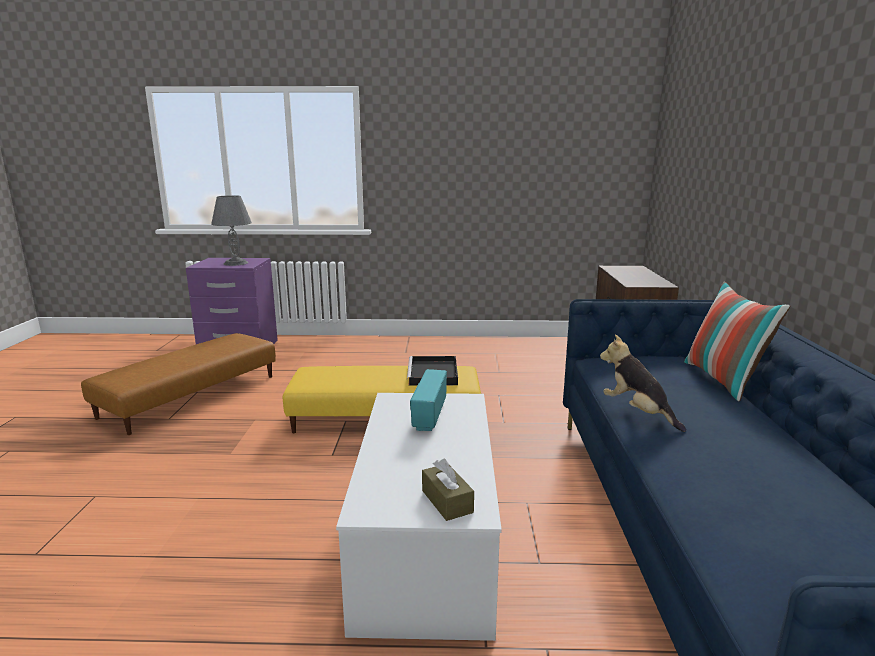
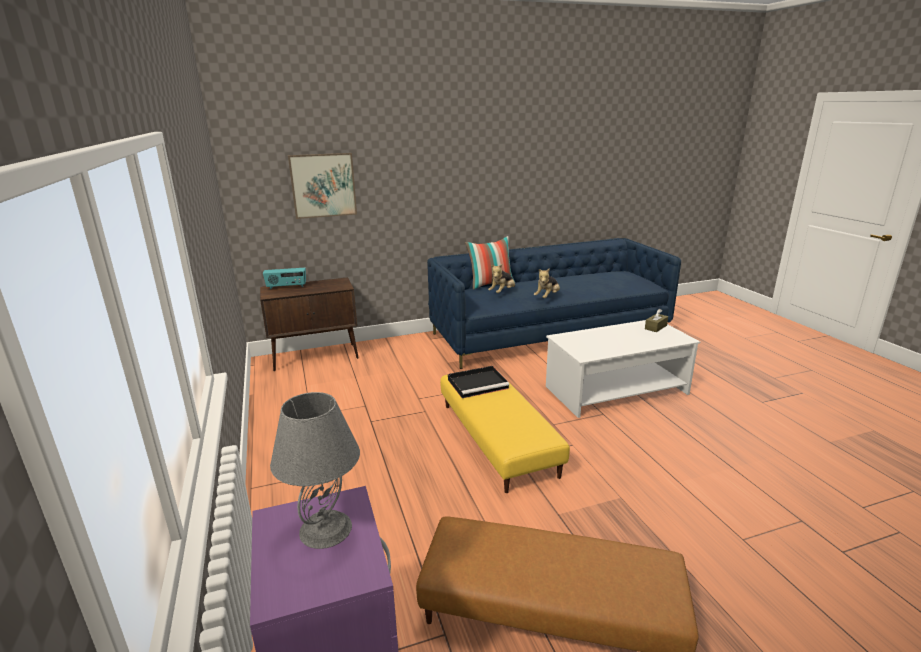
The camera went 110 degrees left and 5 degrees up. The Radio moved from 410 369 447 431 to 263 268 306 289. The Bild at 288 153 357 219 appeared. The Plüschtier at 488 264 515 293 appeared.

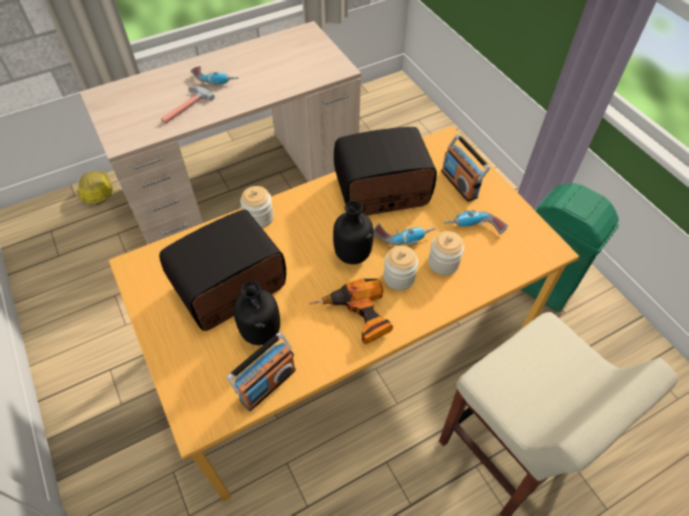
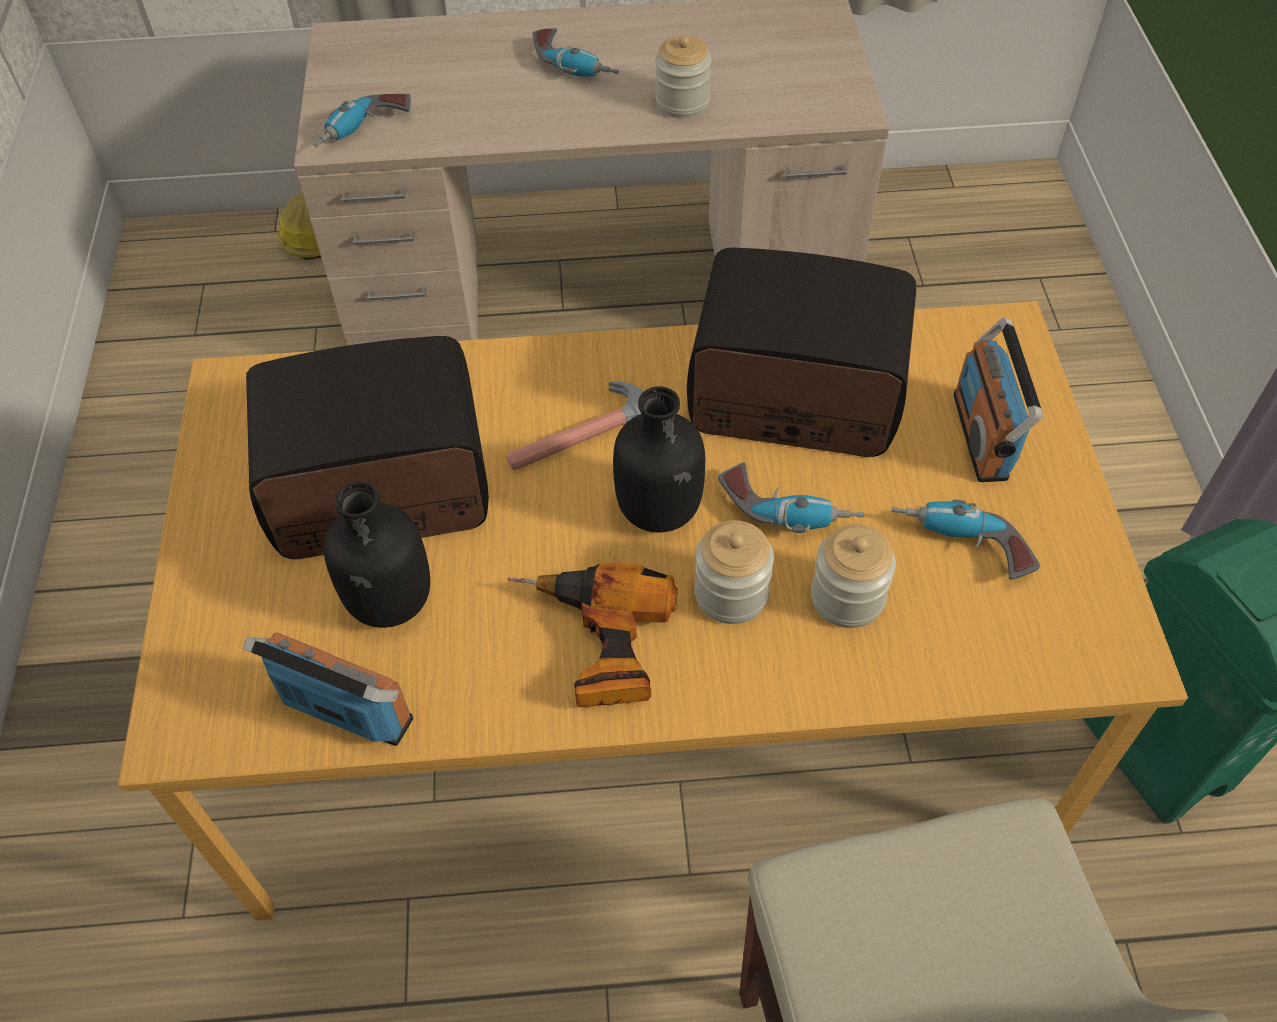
The camera went 25 degrees right and 0 degrees up. The Radio at 227 332 296 411 turned 135 degrees counterclockwise. The Bohrmaschine at 314 94 411 147 appeared. The Hammer moved from 161 86 215 124 to 507 381 644 470. The Vorratsglas moved from 240 186 274 228 to 655 35 711 118.

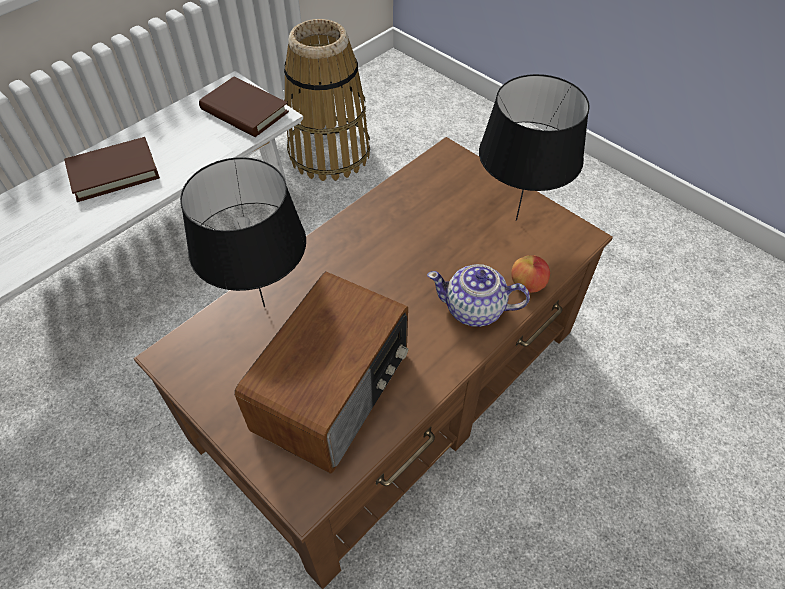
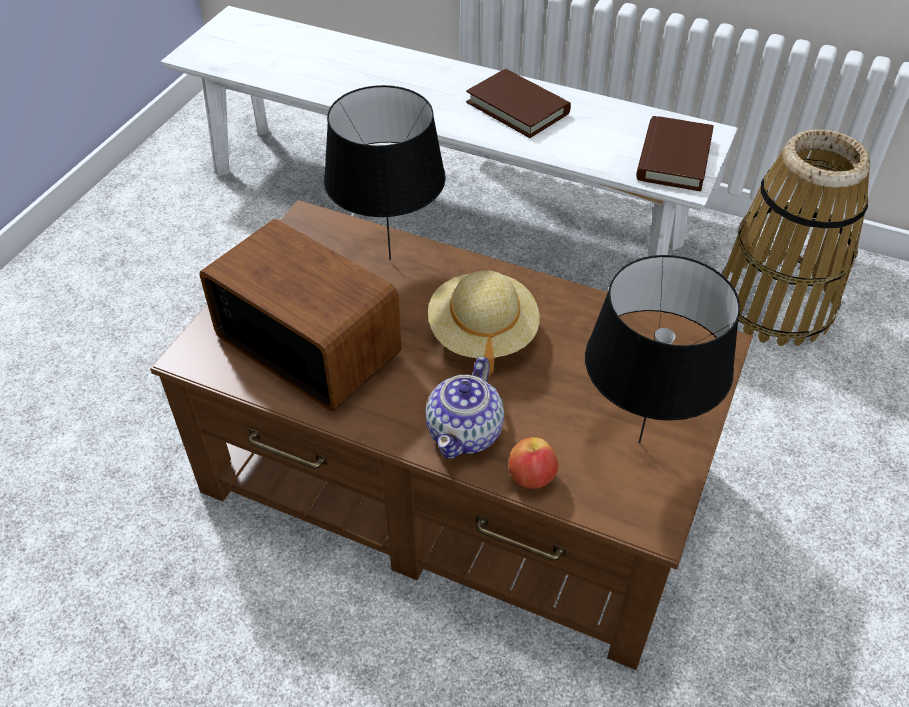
The camera went 70 degrees right and 5 degrees down. The Radio at 235 272 409 474 turned 150 degrees counterclockwise. The Teekanne at 427 264 530 327 turned 150 degrees counterclockwise. The Hut/beige at 428 270 540 376 appeared.

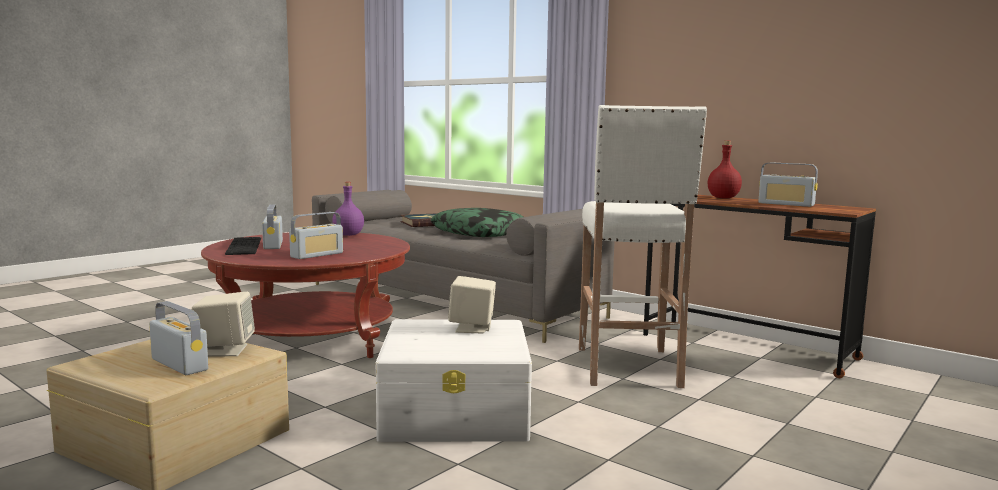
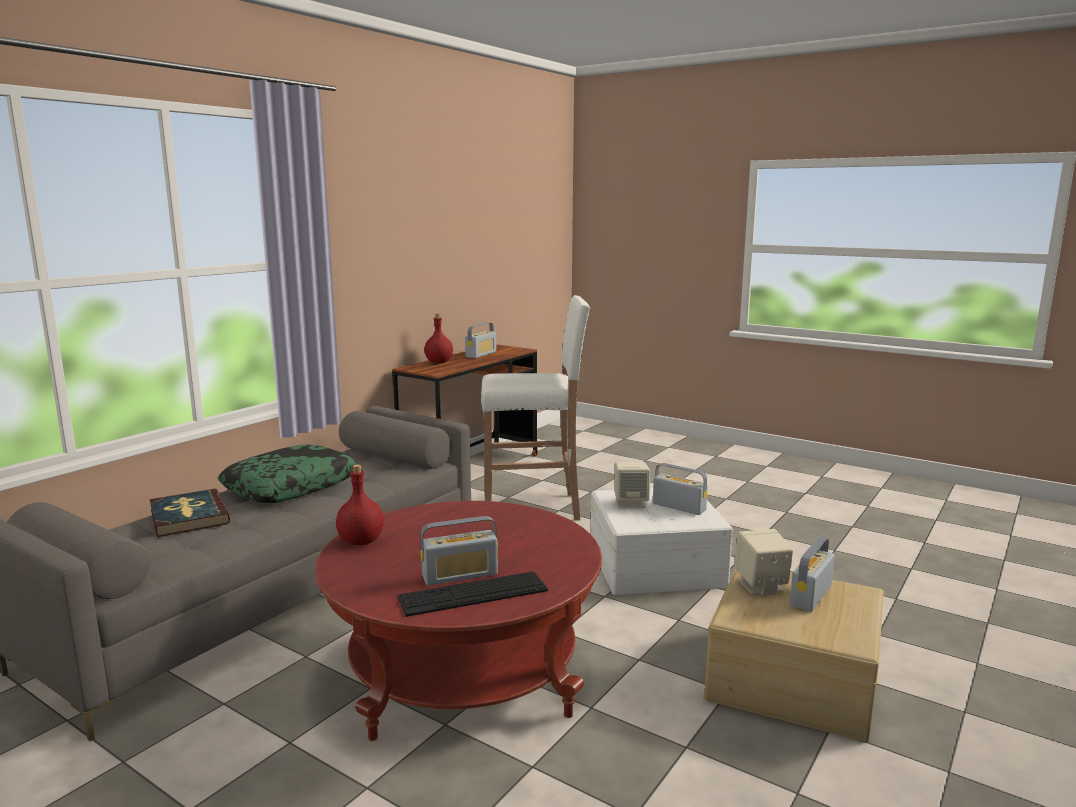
The camera went 95 degrees left and 5 degrees up. The Flasche/lila at 332 182 364 236 became the Flasche/rot at 336 464 384 545. The Radio moved from 289 212 343 259 to 653 463 708 515.

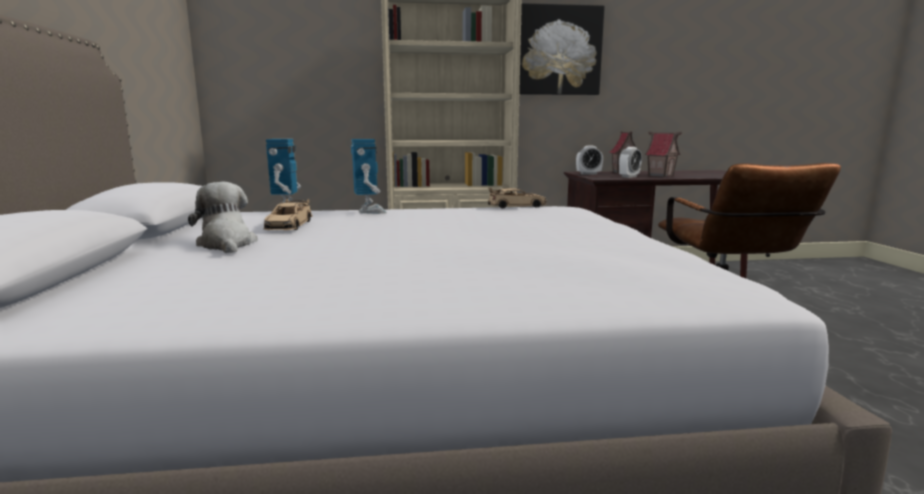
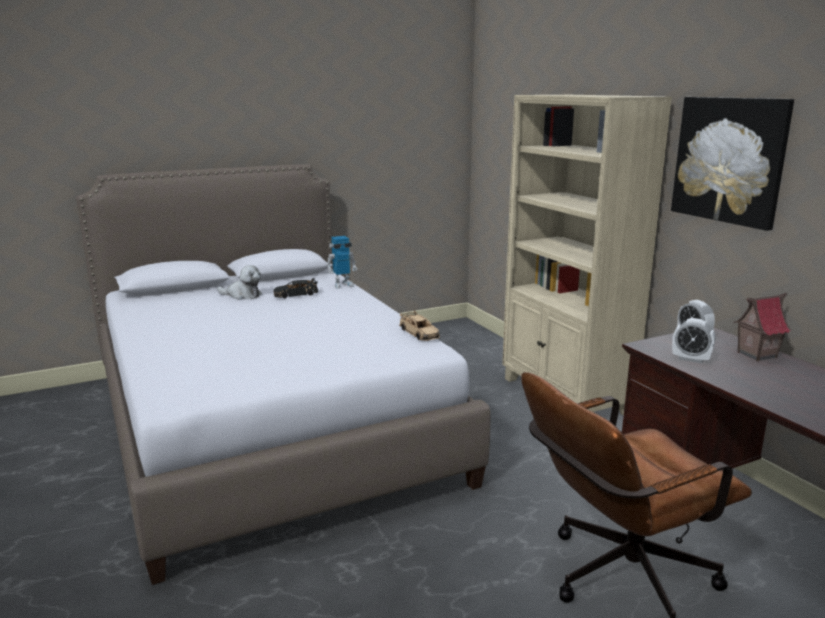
The camera went 70 degrees right and 5 degrees up. The Plüschtier at 188 182 258 253 turned 60 degrees clockwise. The Spielzeugauto/beige at 263 199 313 230 became the Spielzeugauto/schwarz at 274 278 318 298. The Spielzeugroboter at 351 139 387 214 disappeared. The Spielzeughaus at 645 131 682 177 disappeared.

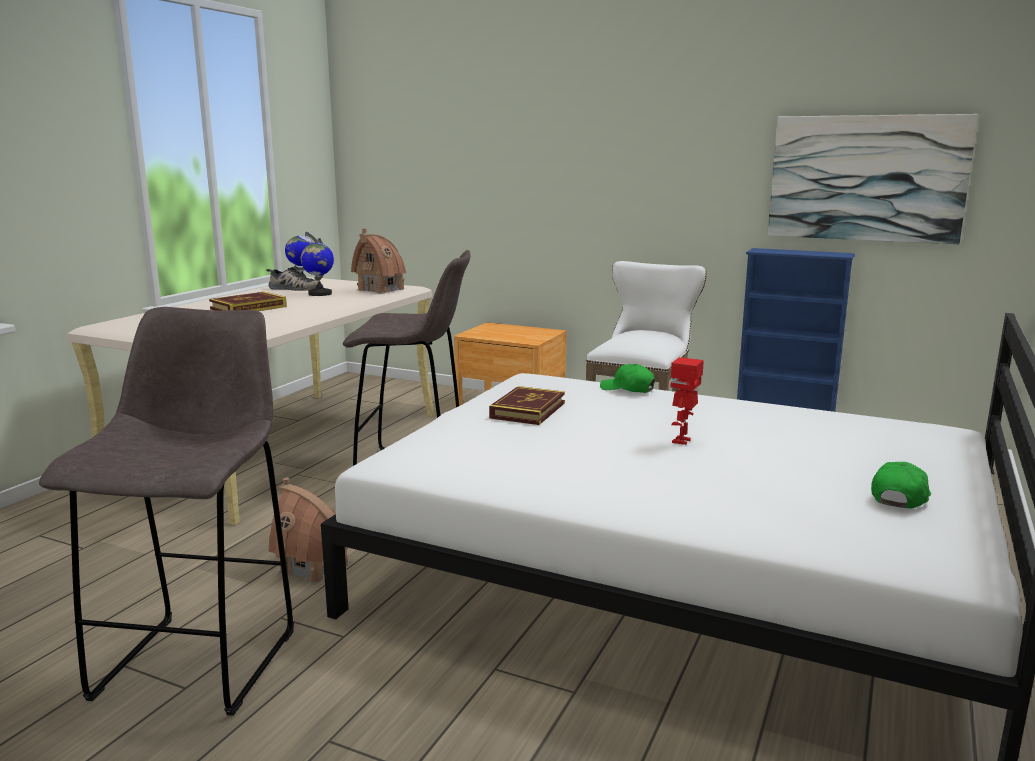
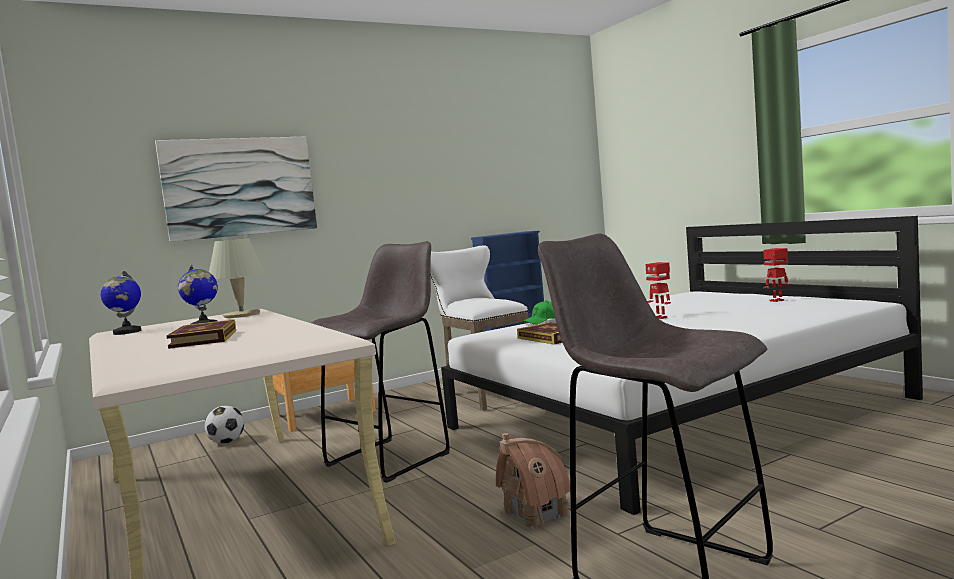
The camera went 55 degrees left and 10 degrees down. The Bild moved from 768 114 978 244 to 155 136 317 242. The Fußball at 204 406 244 444 appeared. The Spielzeughaus at 351 228 406 294 was replaced by the Tischlampe/beige at 209 238 265 318. The Kappe/grün at 871 462 931 509 was replaced by the Spielzeugroboter at 763 248 789 302. The Schuh at 266 267 319 291 disappeared.

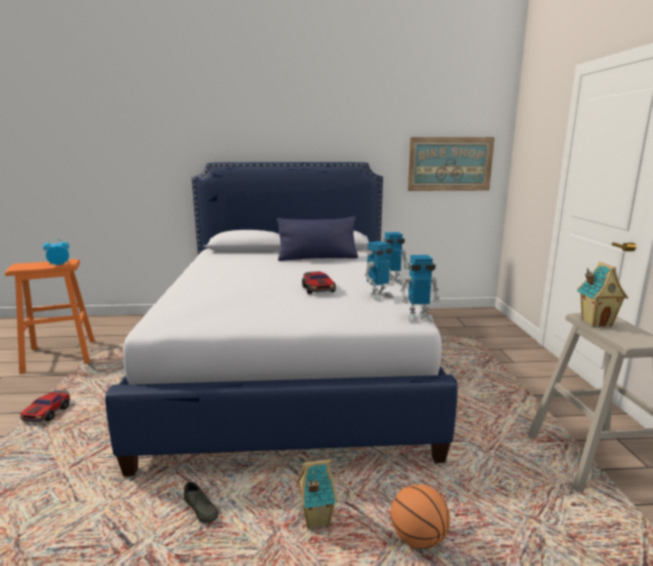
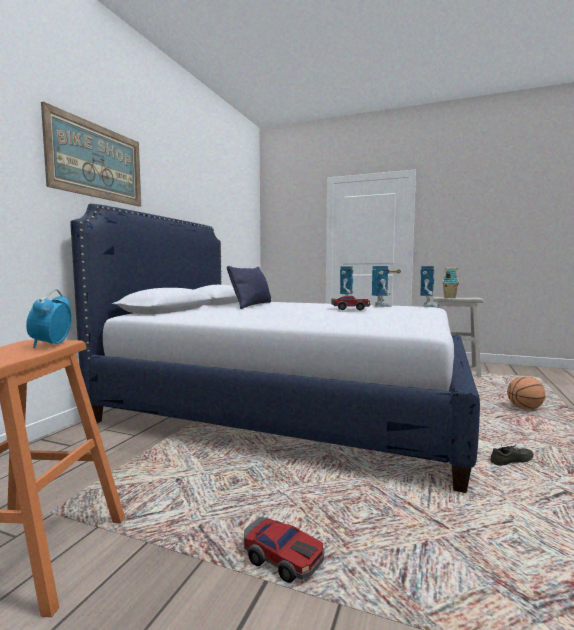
The camera went 65 degrees left and 10 degrees down. The Bild moved from 407 137 495 191 to 41 102 141 207. The Spielzeughaus at 297 460 338 529 disappeared.

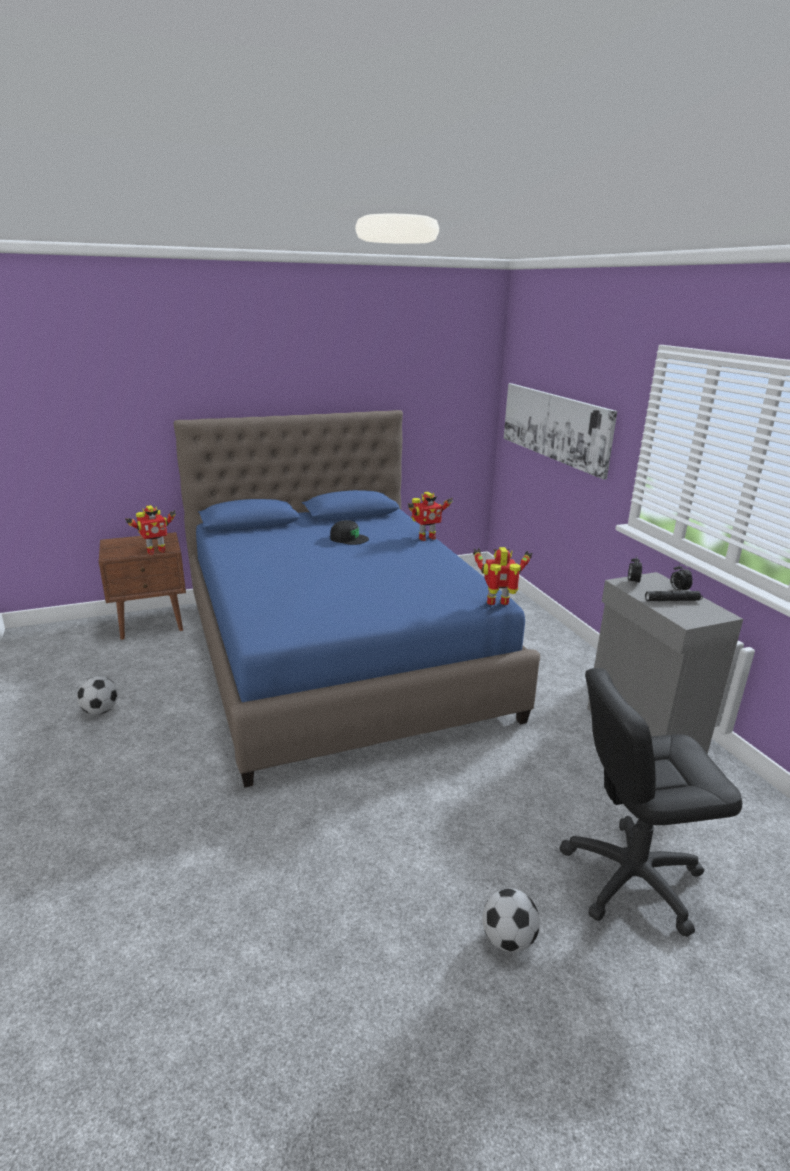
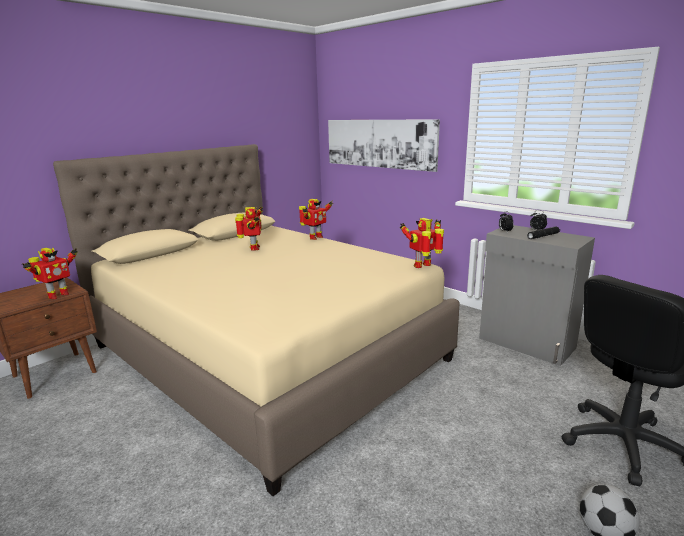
The camera went 25 degrees left and 5 degrees down. The Bett/blau at 174 410 540 788 became the Bett/beige at 53 144 459 496. The Kappe/schwarz at 330 520 369 545 was replaced by the Spielzeugroboter at 235 207 264 251. The Fußball at 77 676 118 715 disappeared.

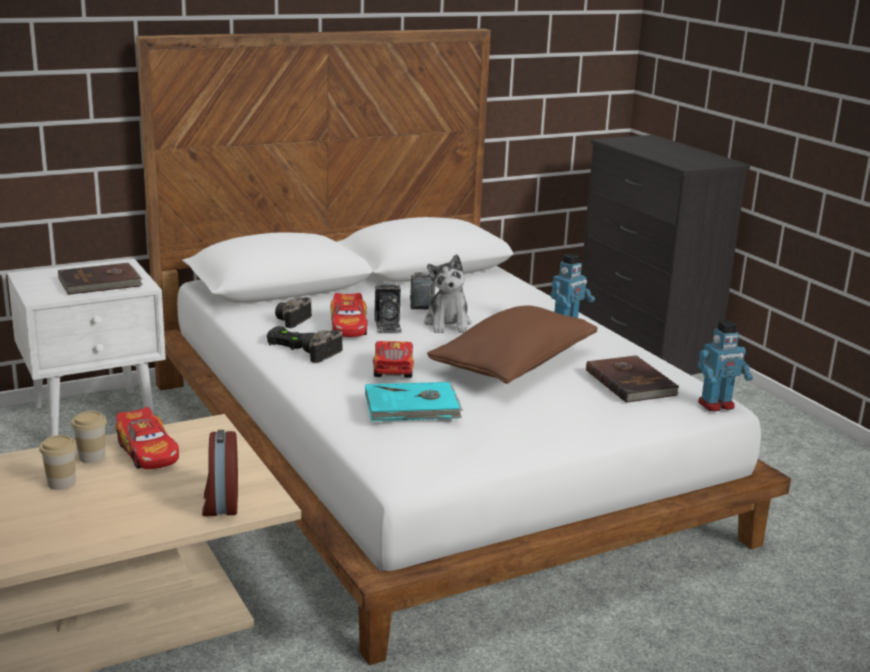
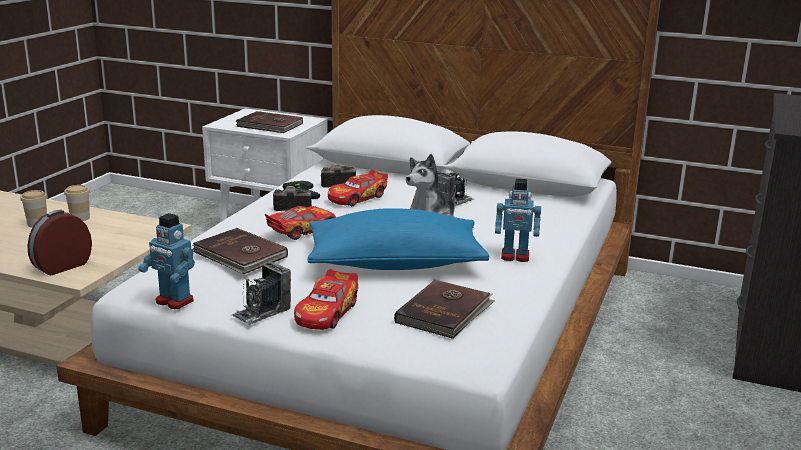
The camera went 50 degrees right and 0 degrees up. The Spielzeugroboter moved from 698 320 753 411 to 138 213 195 309. The Buch/türkis at 365 382 463 421 became the Buch/braun at 193 228 288 274. The Kamera moved from 374 284 402 333 to 232 262 291 325. The Spielzeugauto moved from 116 407 179 469 to 294 269 358 330. The Kissen/braun at 427 306 597 384 became the Kissen/blau at 308 208 489 270.

